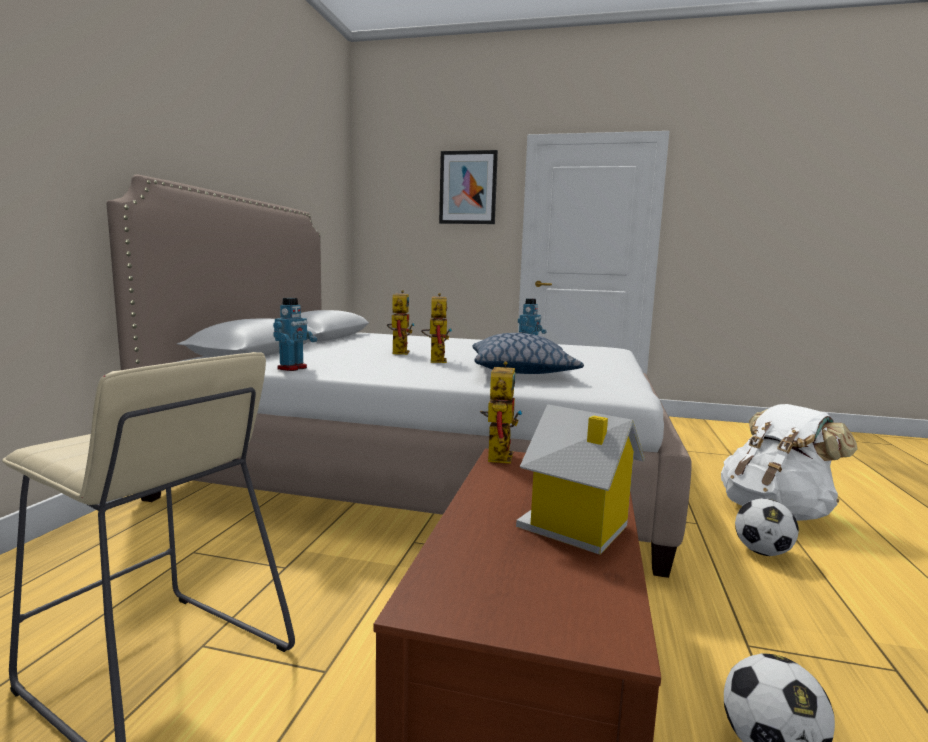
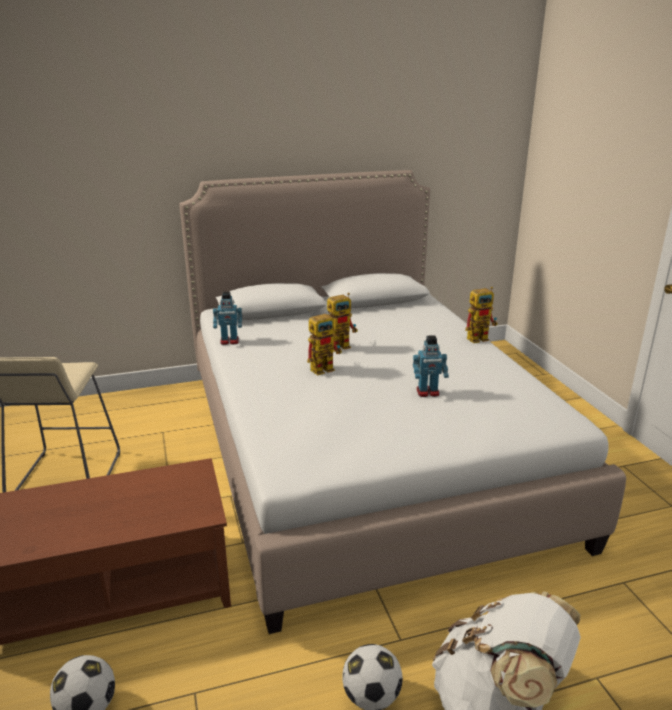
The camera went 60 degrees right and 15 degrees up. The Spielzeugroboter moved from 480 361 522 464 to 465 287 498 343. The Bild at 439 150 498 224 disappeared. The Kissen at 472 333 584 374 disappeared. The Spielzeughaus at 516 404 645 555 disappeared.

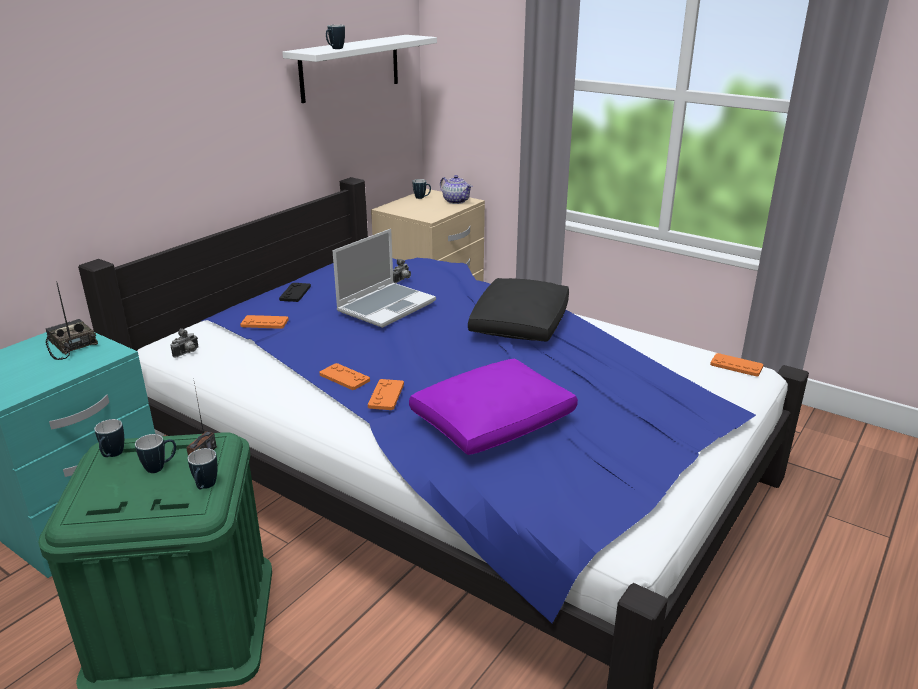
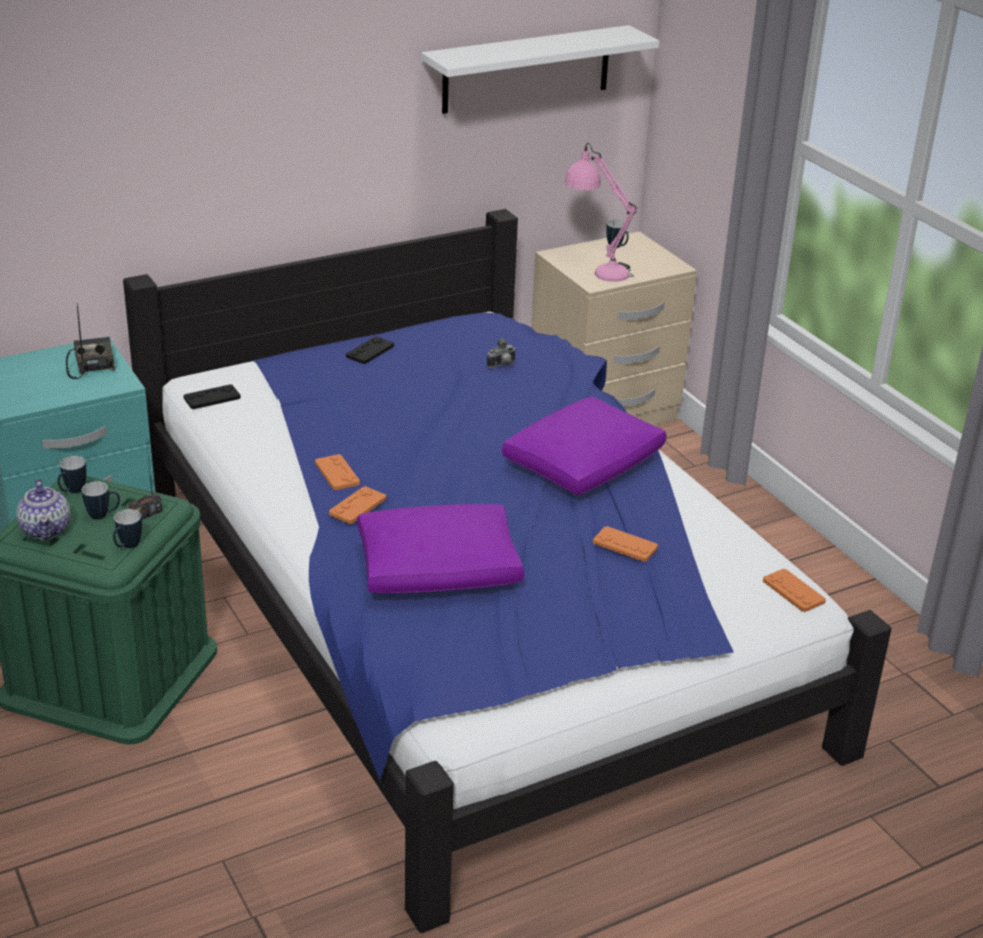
The camera went 25 degrees right and 5 degrees up. The Teekanne moved from 440 175 472 204 to 16 479 70 539. The Kamera at 170 328 199 357 was replaced by the Gamepad/schwarz at 183 384 241 409. The Kissen/schwarz at 468 278 569 342 became the Kissen/lila at 502 397 666 495. The Tischlampe/rosa at 564 143 637 282 appeared. The Gamepad/orange moved from 240 315 289 329 to 593 526 658 562. The Henkelbecher at 326 25 345 49 disappeared. The Laptop at 332 229 436 328 disappeared.

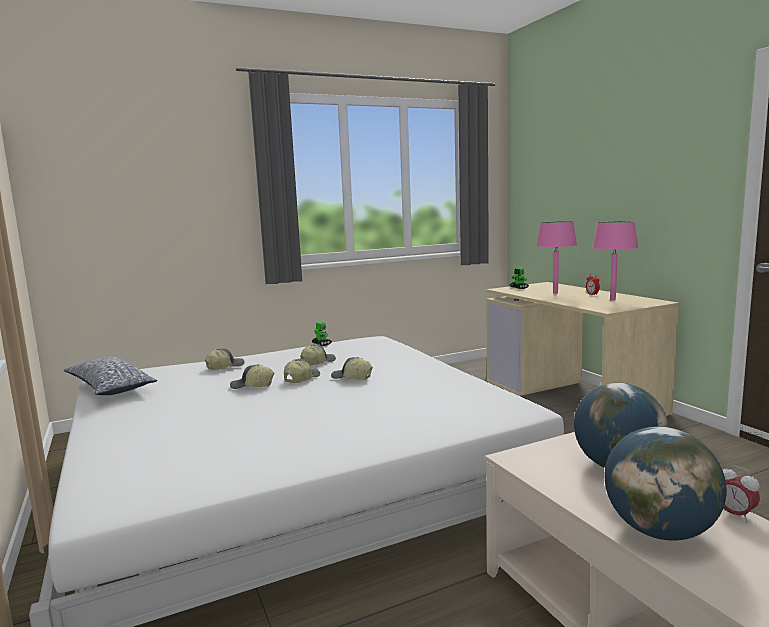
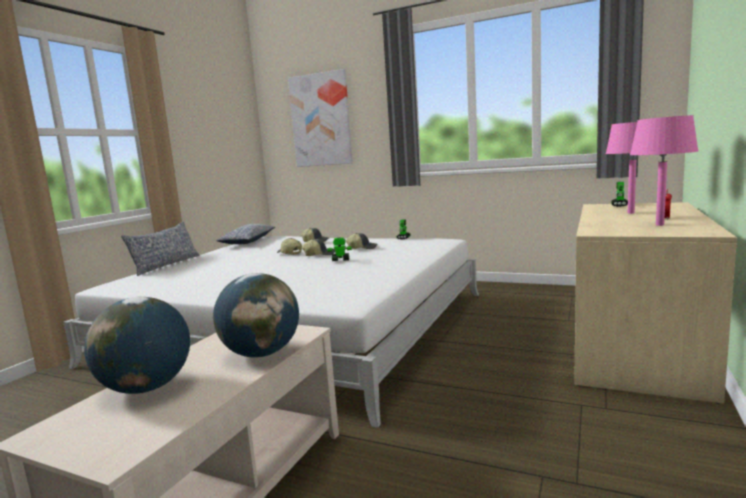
The camera went 50 degrees right and 0 degrees up. The Kissen at 121 222 199 276 appeared. The Bild at 288 69 353 167 appeared. The Kappe at 331 357 373 380 was replaced by the Spielzeugroboter at 325 237 354 261. The Wecker at 723 465 760 523 disappeared.

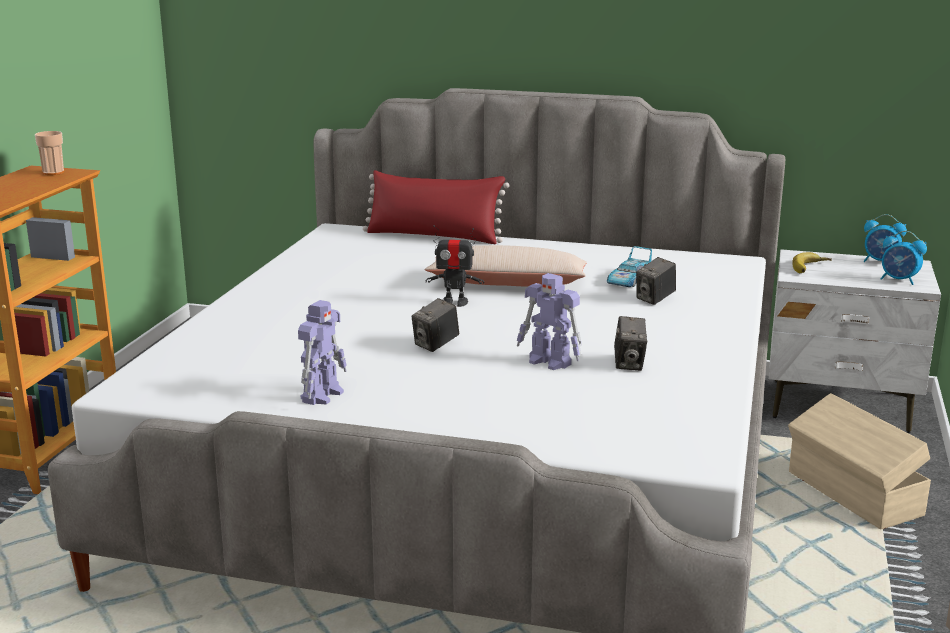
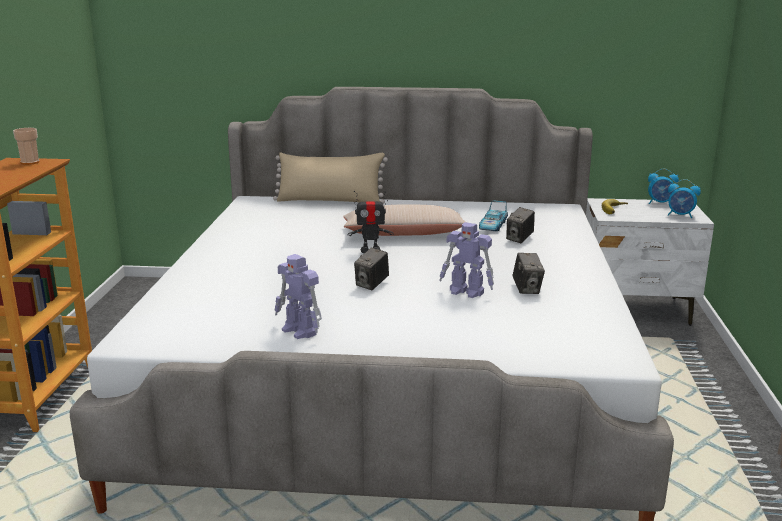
The camera went 10 degrees left and 0 degrees up. The Kissen/rot at 363 170 510 244 became the Kissen/beige at 273 152 388 204. The Spielzeugroboter at 298 300 347 405 turned 120 degrees clockwise. The Aufbewahrungsbox/beige at 788 393 931 529 disappeared.

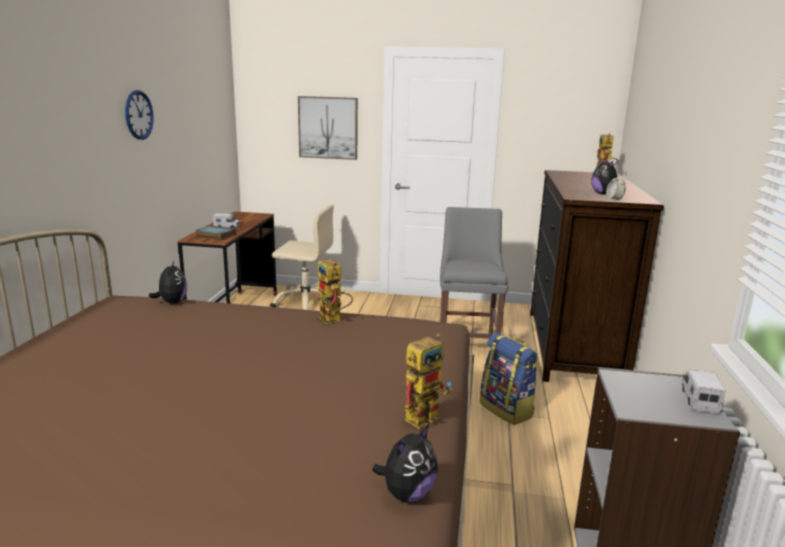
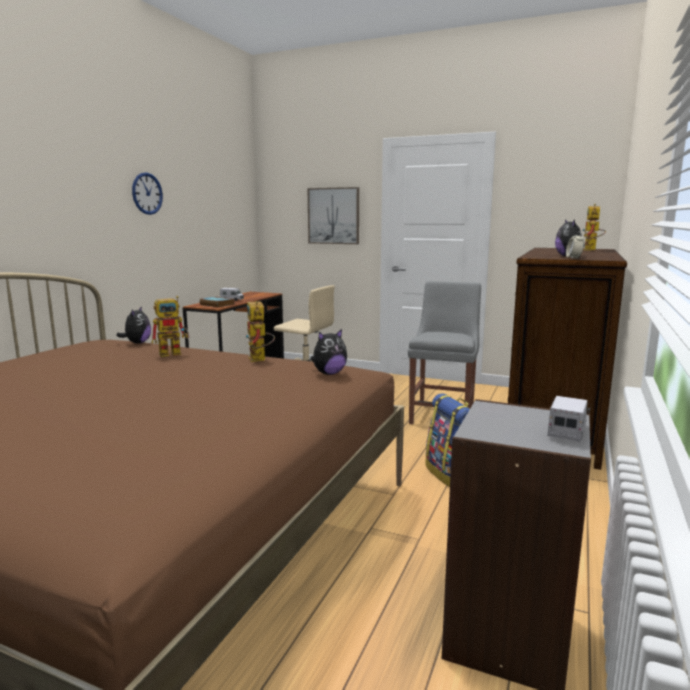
The camera went 15 degrees right and 5 degrees down. The Spielzeugroboter moved from 405 334 452 429 to 151 296 189 357. The Plüschtier moved from 372 424 438 502 to 310 329 347 375.

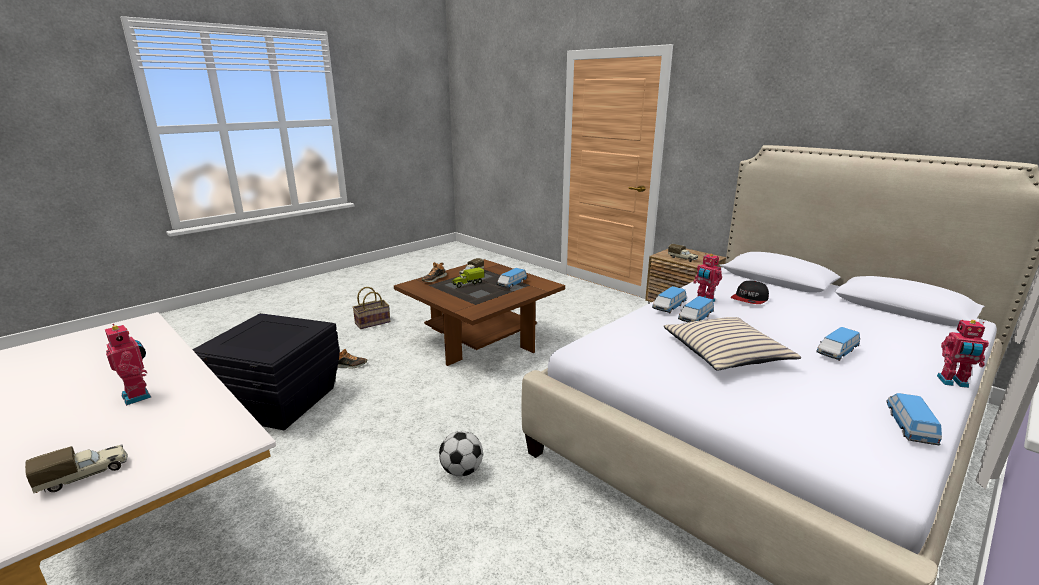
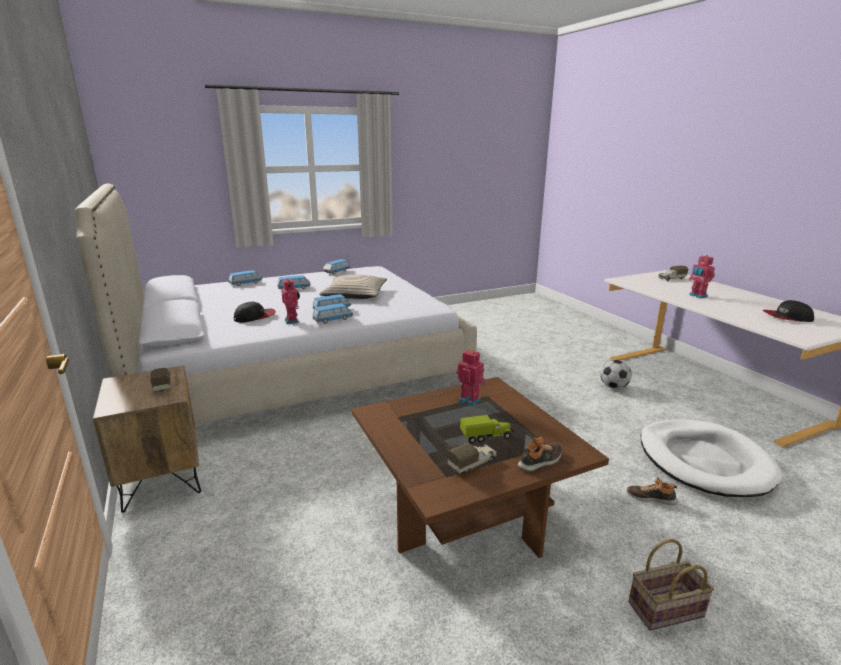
The camera went 160 degrees left and 0 degrees up. The Spielzeugauto moved from 497 268 527 289 to 229 270 262 286. The Spielzeugroboter moved from 937 320 989 388 to 456 349 486 407. The Fußball moved from 439 431 483 477 to 600 360 631 389. The Aufbewahrungsbox/schwarz at 192 313 340 430 was replaced by the Hundebett/weiß at 641 420 782 497. The Kappe at 763 300 814 322 appeared.

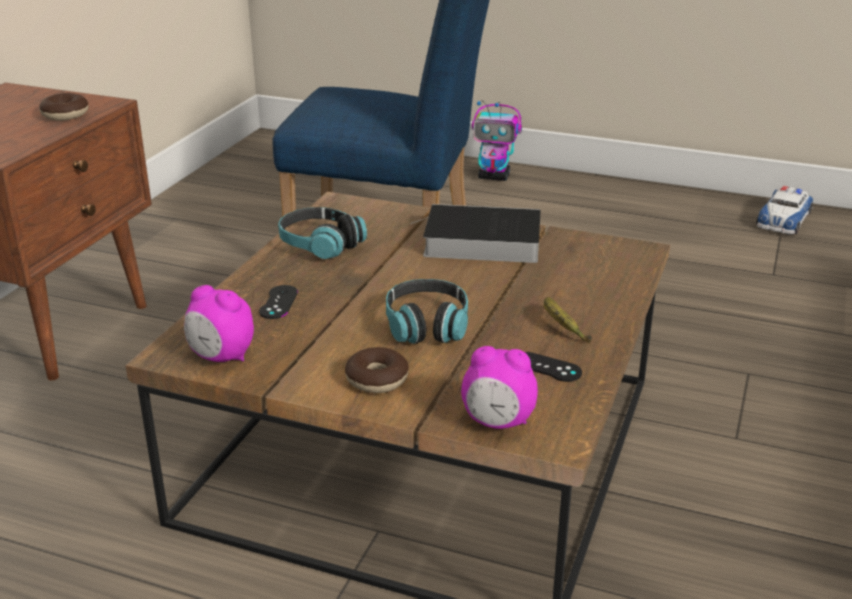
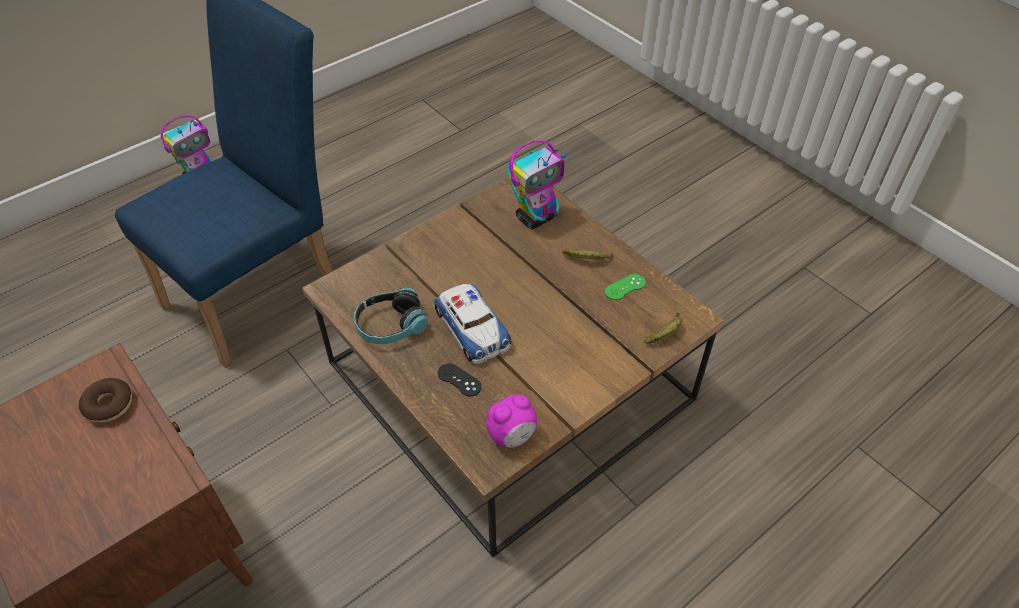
The camera went 60 degrees left and 20 degrees up. The Spielzeugauto moved from 756 186 813 235 to 433 284 511 364. The Spielzeugroboter at 508 140 566 230 appeared. The Gamepad/schwarz at 525 352 582 382 became the Gamepad/grün at 605 274 646 300. The Wecker at 461 346 538 429 was replaced by the Banane at 644 312 683 344. The Donut at 345 347 409 393 disappeared. The Kopfhörer at 386 279 468 344 disappeared. The Buch at 410 204 541 263 disappeared.

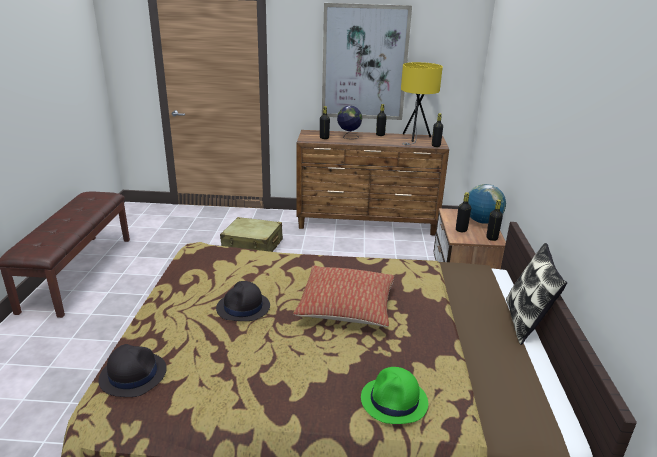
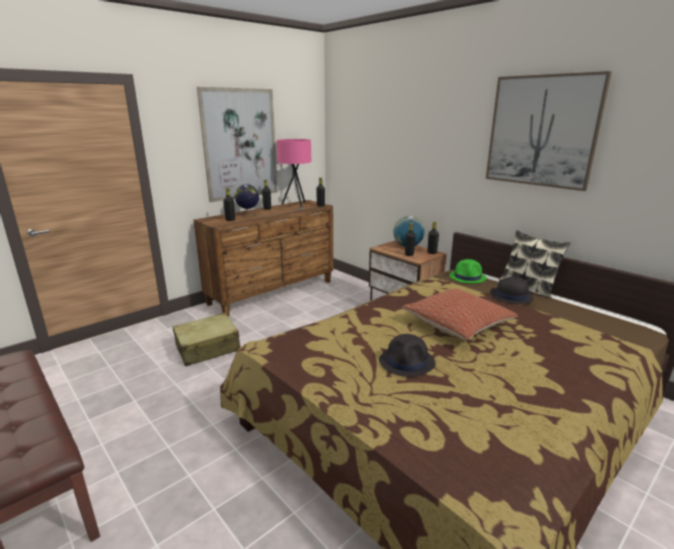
The camera went 45 degrees left and 5 degrees down. The Tischlampe/gelb at 401 62 443 145 became the Tischlampe/rosa at 276 139 311 210. The Hut/grün moved from 361 367 428 424 to 449 259 487 284. The Bild at 486 71 612 191 appeared. The Hut/schwarz moved from 98 344 167 397 to 490 276 534 304.

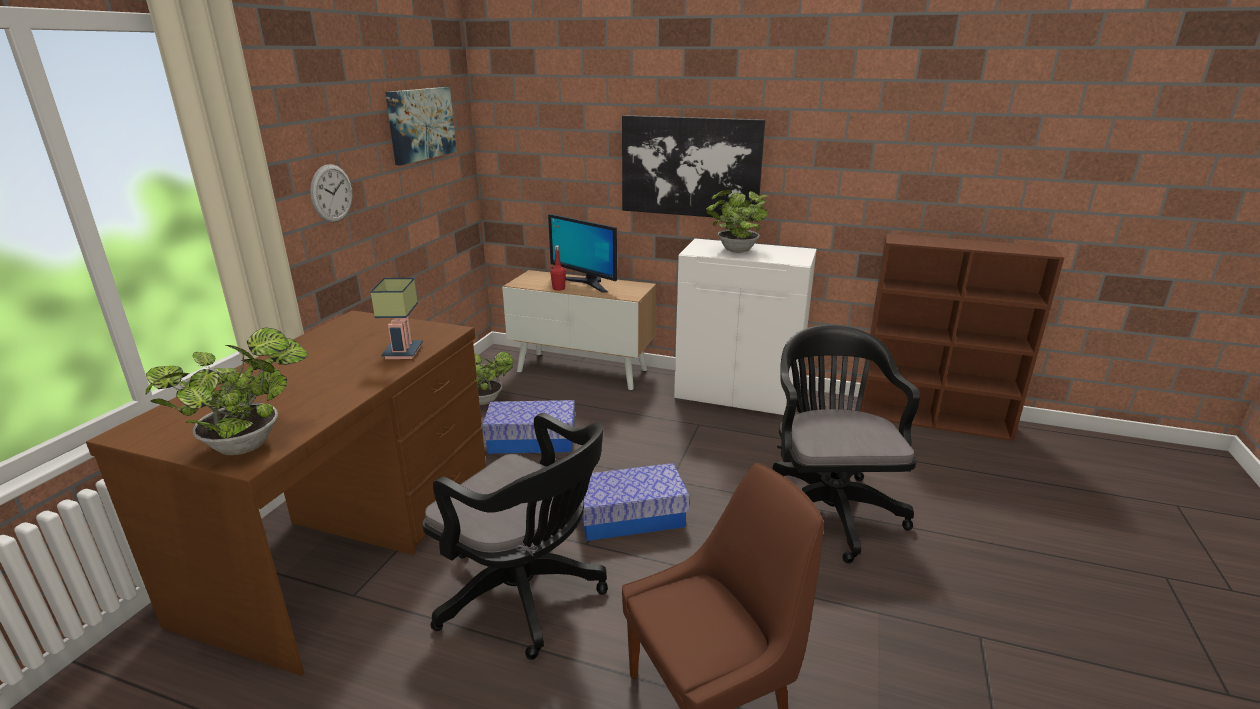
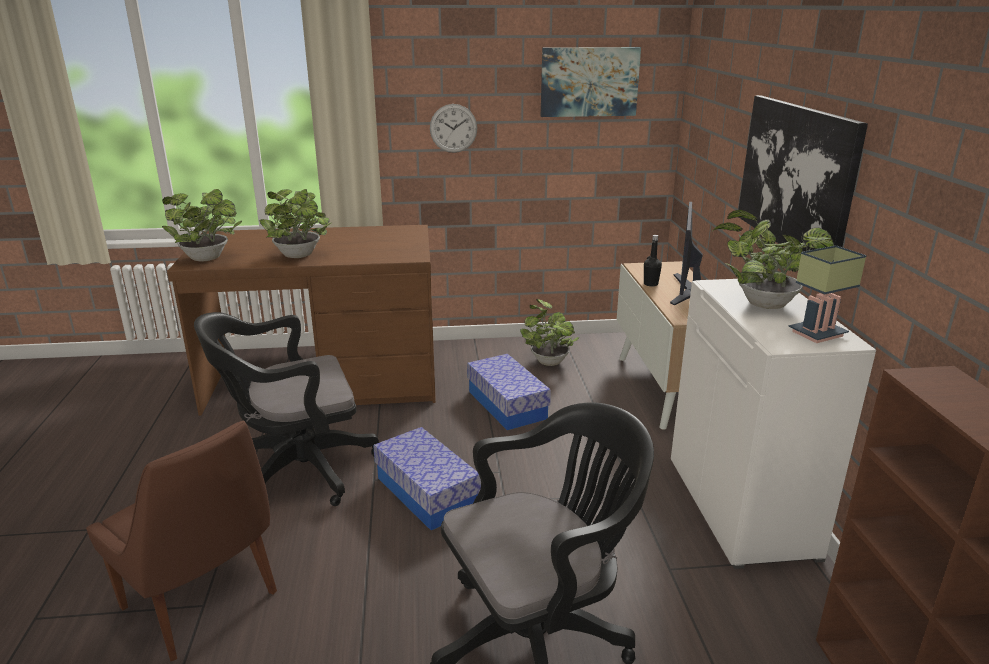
The camera went 65 degrees right and 0 degrees up. The Bürostuhl/schwarz at 422 413 608 660 turned 60 degrees clockwise. The Topfpflanze at 259 189 332 258 appeared. The Flasche/rot at 550 246 566 291 became the Flasche/schwarz at 644 235 662 286. The Tischlampe moved from 370 278 423 359 to 788 245 867 343.

